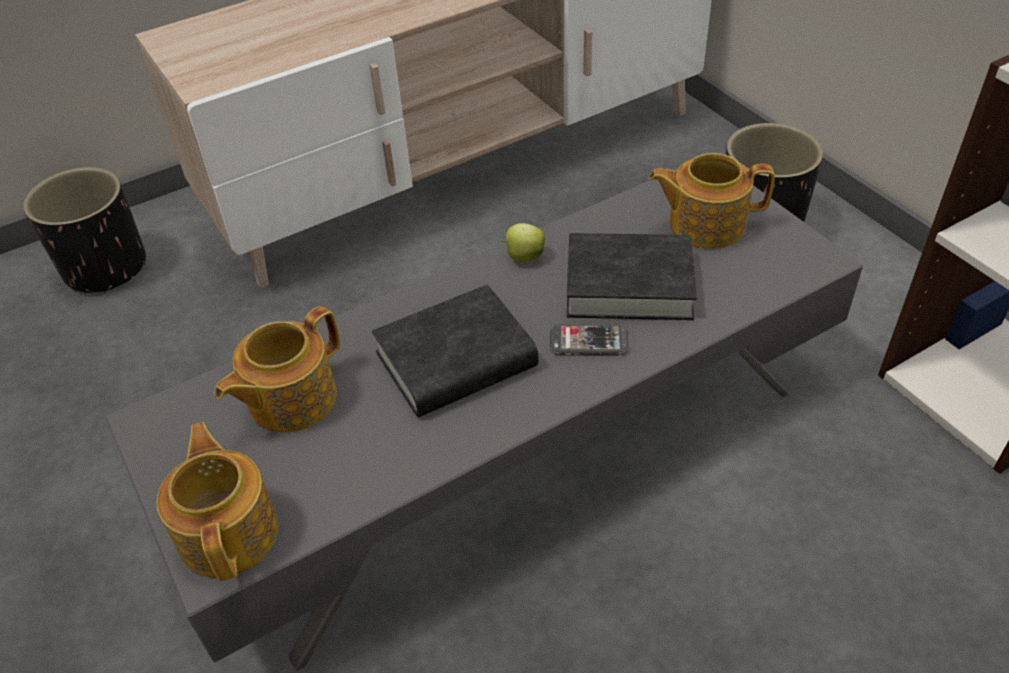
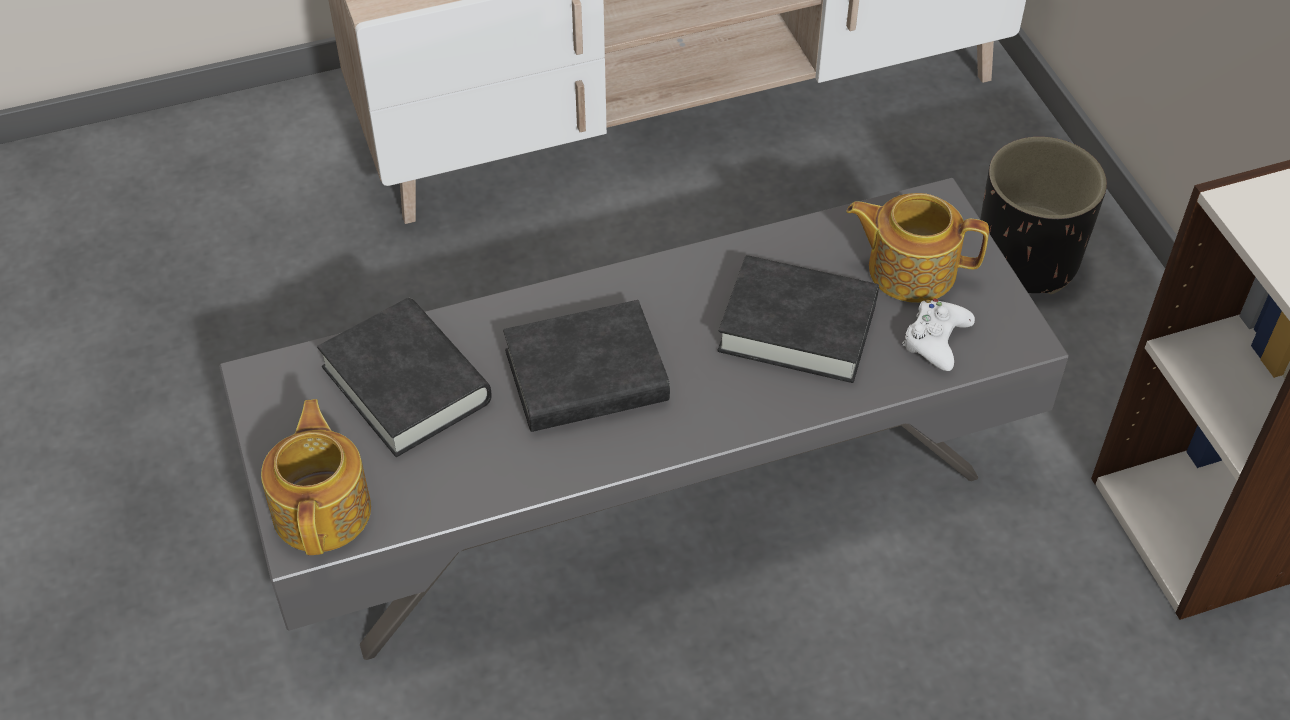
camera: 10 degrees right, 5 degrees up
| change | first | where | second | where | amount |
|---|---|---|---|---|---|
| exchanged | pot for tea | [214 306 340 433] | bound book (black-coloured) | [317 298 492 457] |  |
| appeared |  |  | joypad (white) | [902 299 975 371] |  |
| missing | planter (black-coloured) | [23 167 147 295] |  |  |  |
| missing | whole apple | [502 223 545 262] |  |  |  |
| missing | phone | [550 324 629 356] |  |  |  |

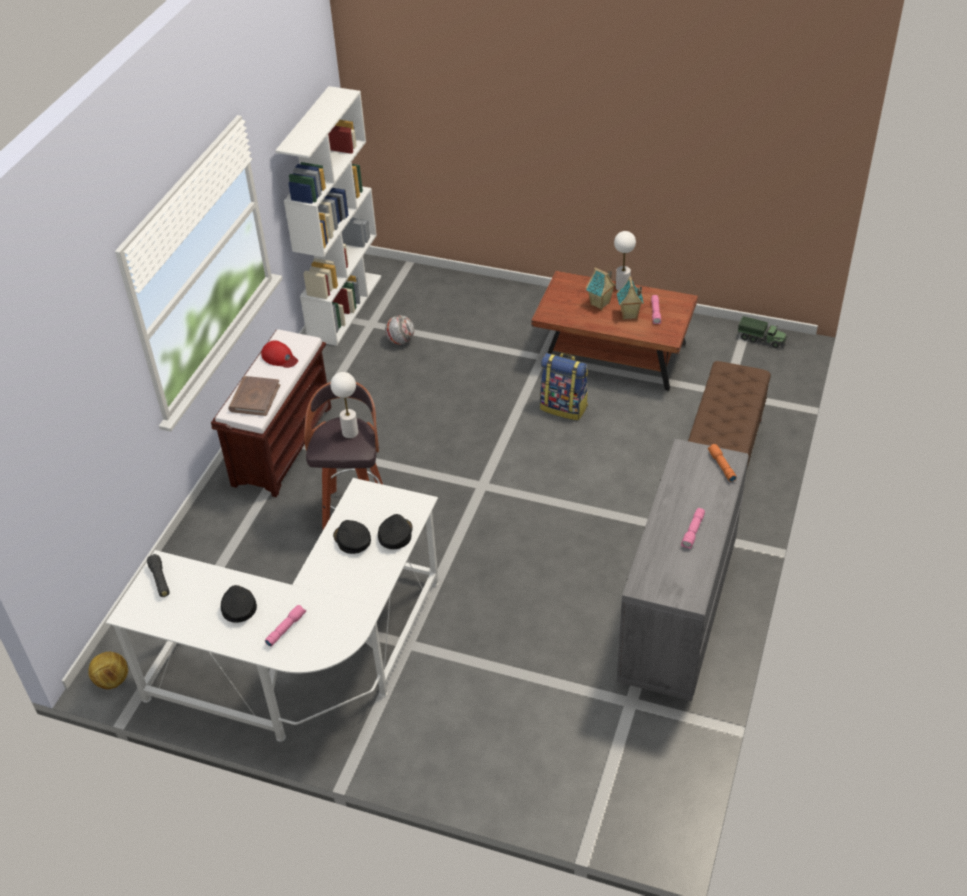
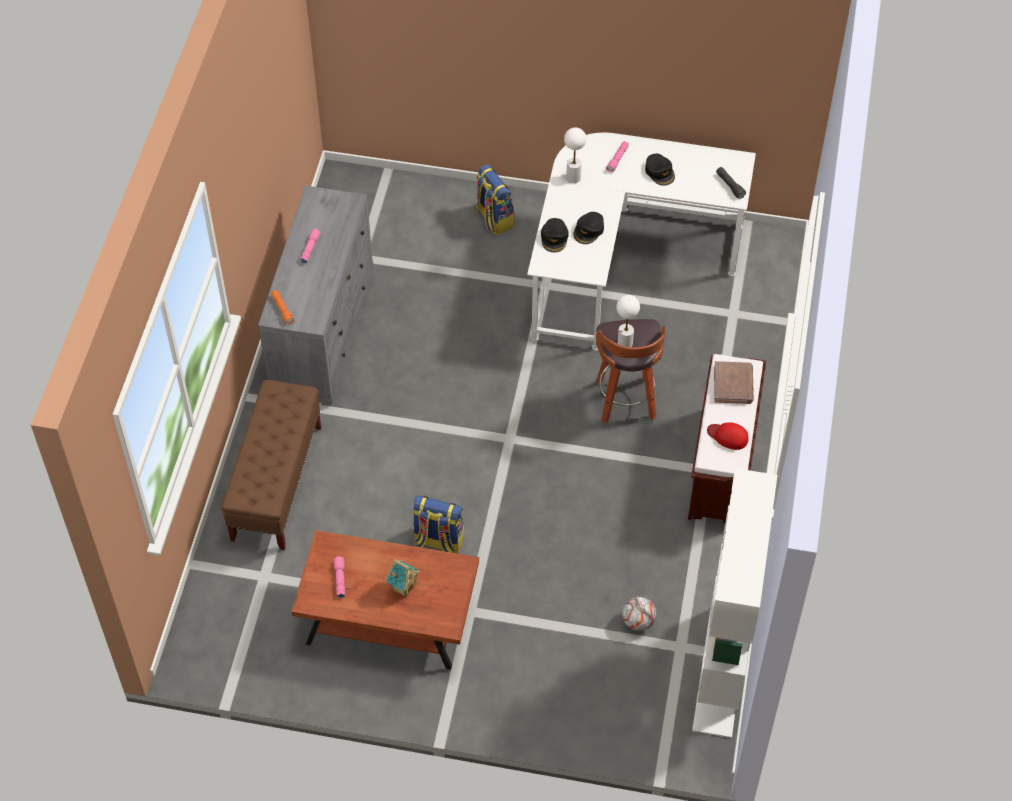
camera: 170 degrees right, 10 degrees up
| change | first | where | second | where | amount |
|---|---|---|---|---|---|
| appeared |  |  | knapsack | [475 164 514 235] |  |
| relocated | table lamp (white) | [614 231 636 291] |  | [564 127 586 183] |  |
| spun | peaked cap (black-coloured) | [333 520 371 554] |  | [573 212 604 244] | 75 degrees clockwise |
| missing | ball for football | [89 652 128 689] |  |  |  |
| missing | miniature house | [617 276 644 320] |  |  |  |
| missing | toy lorry | [738 316 788 348] |  |  |  |

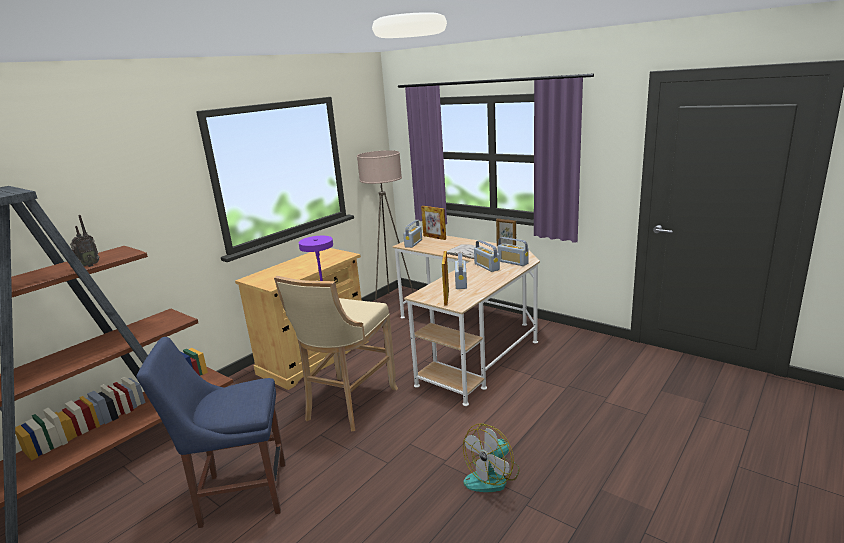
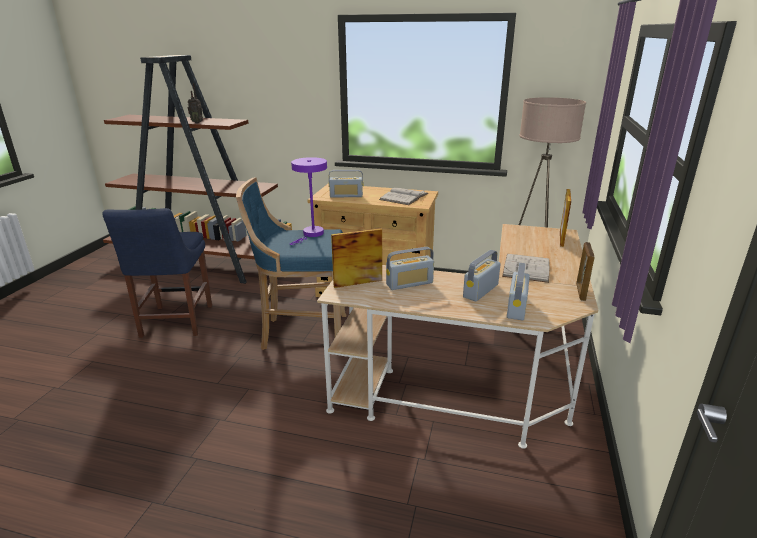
camera: 65 degrees right, 5 degrees up
| change | first | where | second | where | amount |
|---|---|---|---|---|---|
| spun | upright chair (blue-coloured) | [136 337 286 528] |  | [102 208 212 338] | 150 degrees counterclockwise |
| colour | sitting stool (beige-coloured) | [274 276 398 432] | sitting stool (blue-coloured) | [236 177 346 350] |  |
| relocated | radio | [403 220 422 248] |  | [329 170 363 198] |  |
| appeared |  |  | bound book (white) | [379 188 428 205] |  |
| missing | cooling fan | [463 423 520 492] |  |  |  |

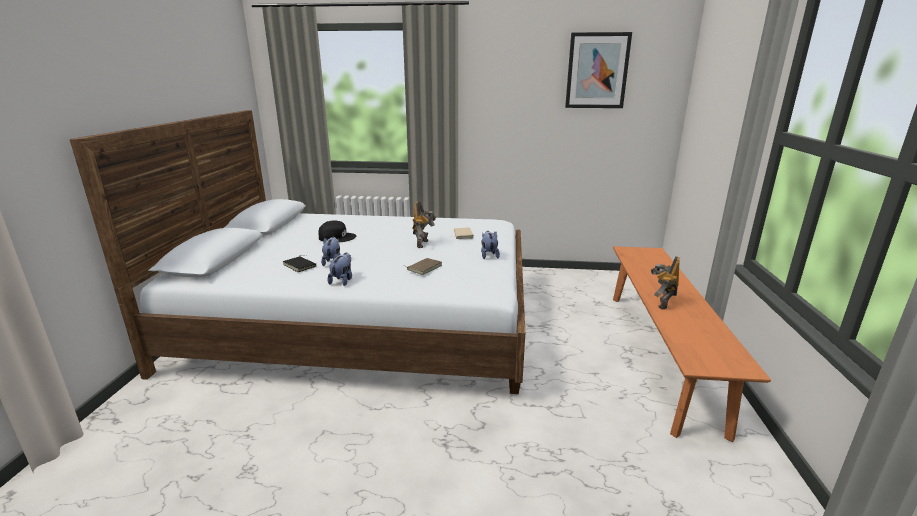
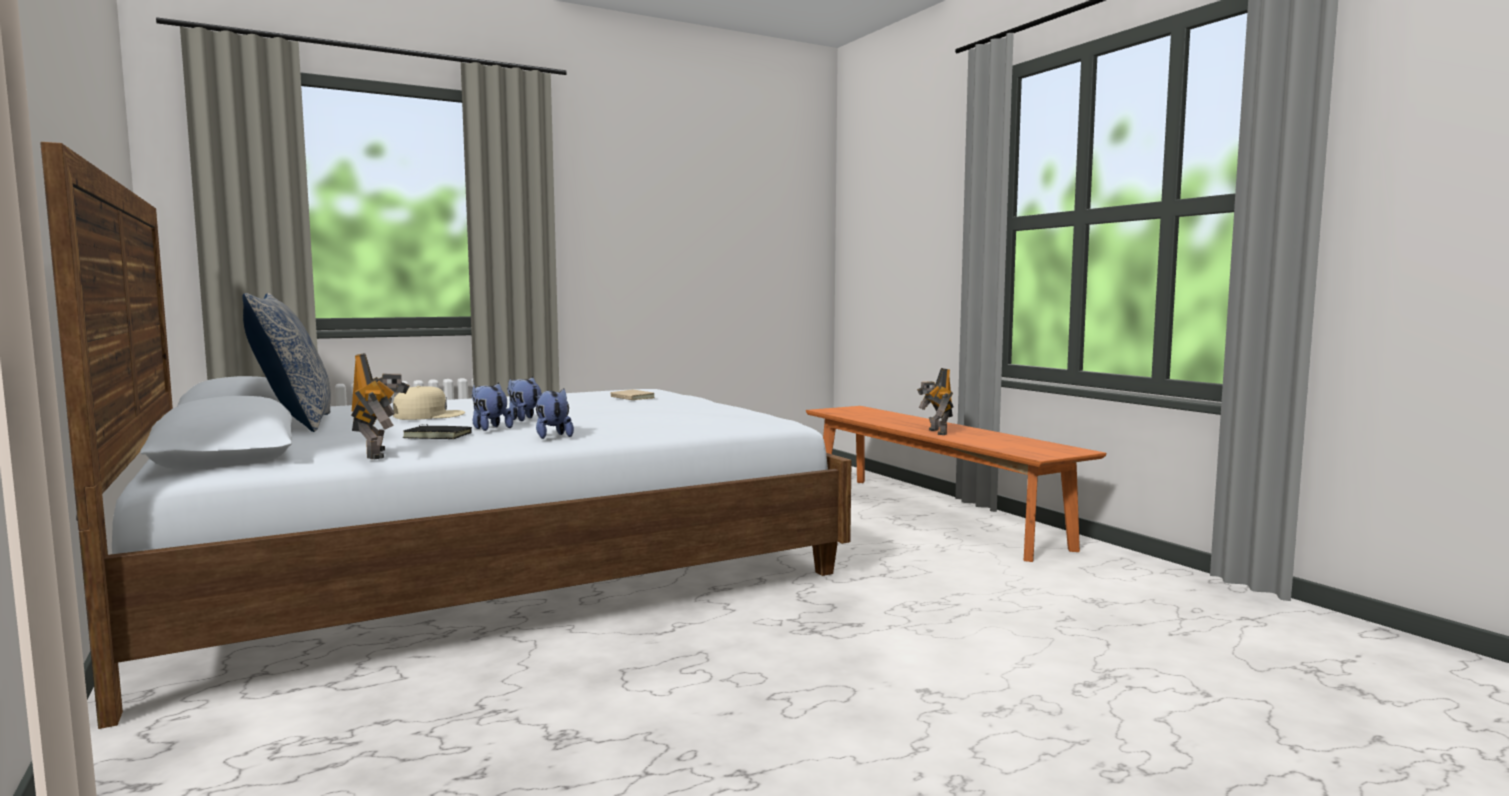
camera: 35 degrees left, 15 degrees down
| change | first | where | second | where | amount |
|---|---|---|---|---|---|
| appeared |  |  | cushion | [242 293 331 432] |  |
| relocated | toy robot | [413 201 436 248] |  | [351 353 410 459] |  |
| colour | peaked cap (black-coloured) | [318 220 356 242] | peaked cap (beige-coloured) | [393 386 465 420] |  |
| relocated | cuddly toy | [481 231 500 259] |  | [507 377 542 421] |  |
| missing | bound book (brown) | [403 258 442 275] |  |  |  |
| missing | wall picture | [565 32 632 108] |  |  |  |

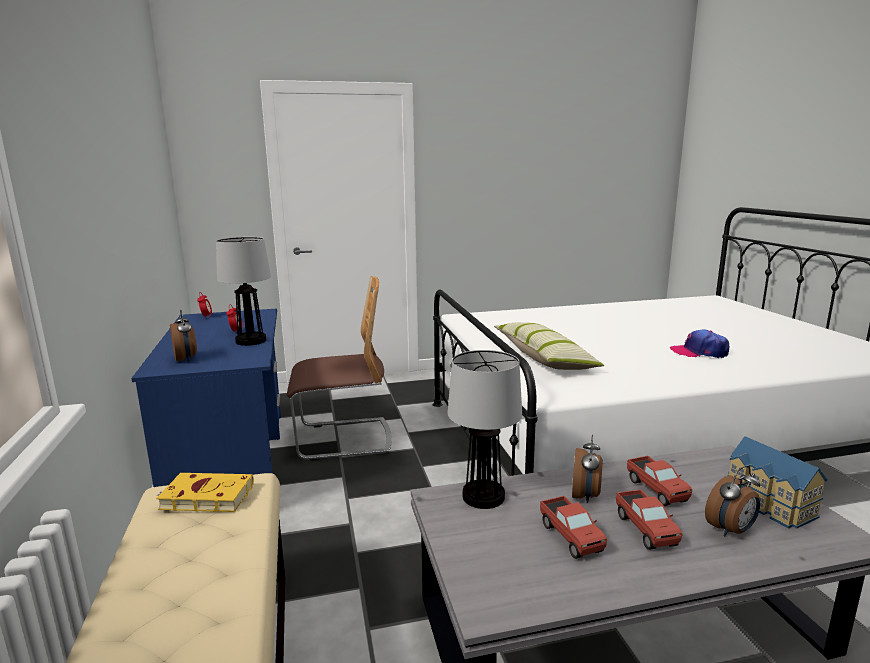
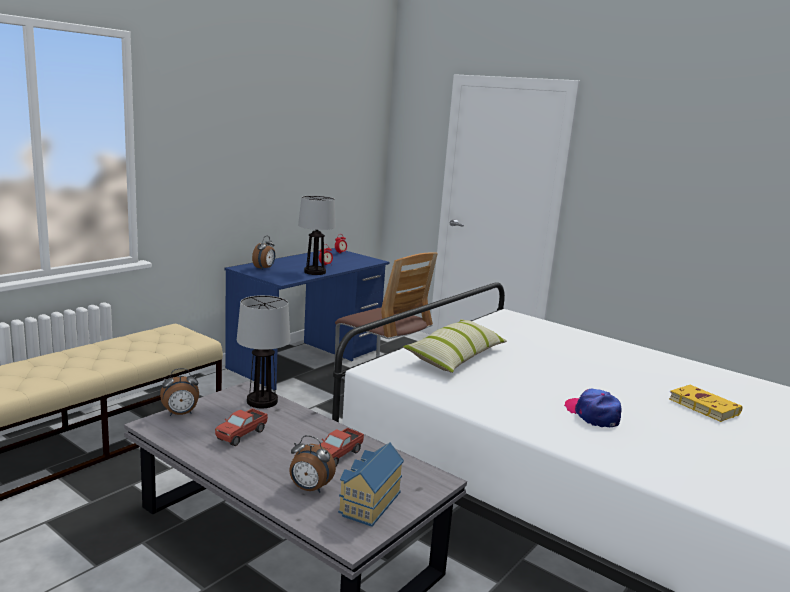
camera: 50 degrees right, 0 degrees up
| change | first | where | second | where | amount |
|---|---|---|---|---|---|
| relocated | alarm clock | [572 435 603 504] |  | [160 368 199 416] |  |
| relocated | bound book (yellowish) | [156 473 254 512] |  | [669 385 742 422] |  |
| missing | toy lorry | [616 489 682 550] |  |  |  |

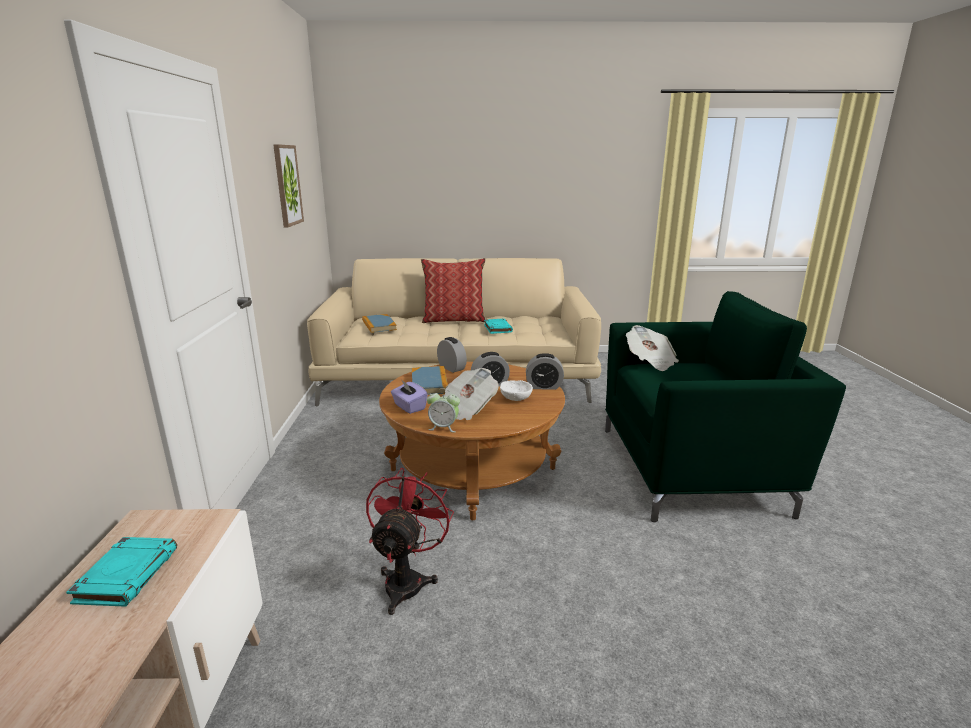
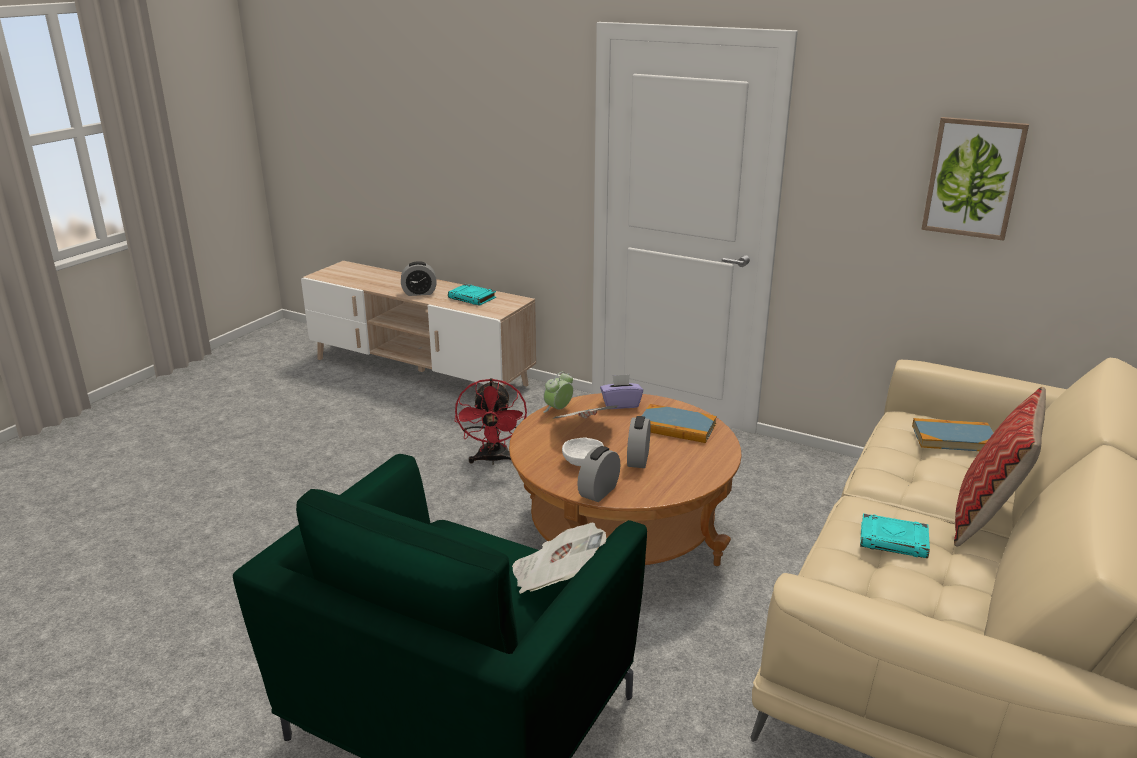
camera: 120 degrees right, 5 degrees up
| change | first | where | second | where | amount |
|---|---|---|---|---|---|
| relocated | alarm clock | [437 337 467 373] |  | [401 261 437 296] |  |
| spun | cooling fan (red) | [366 468 454 615] |  | [455 378 527 464] | 45 degrees clockwise |

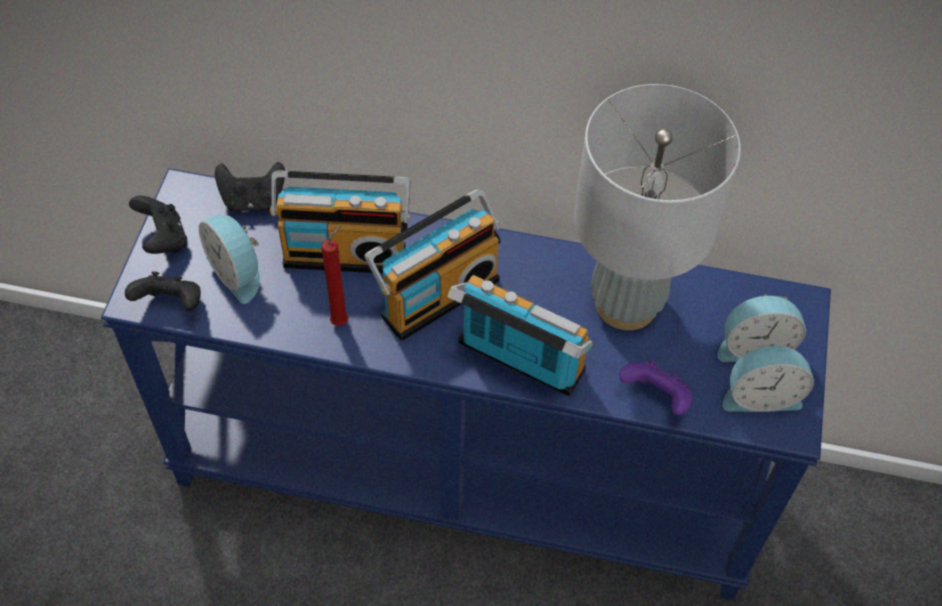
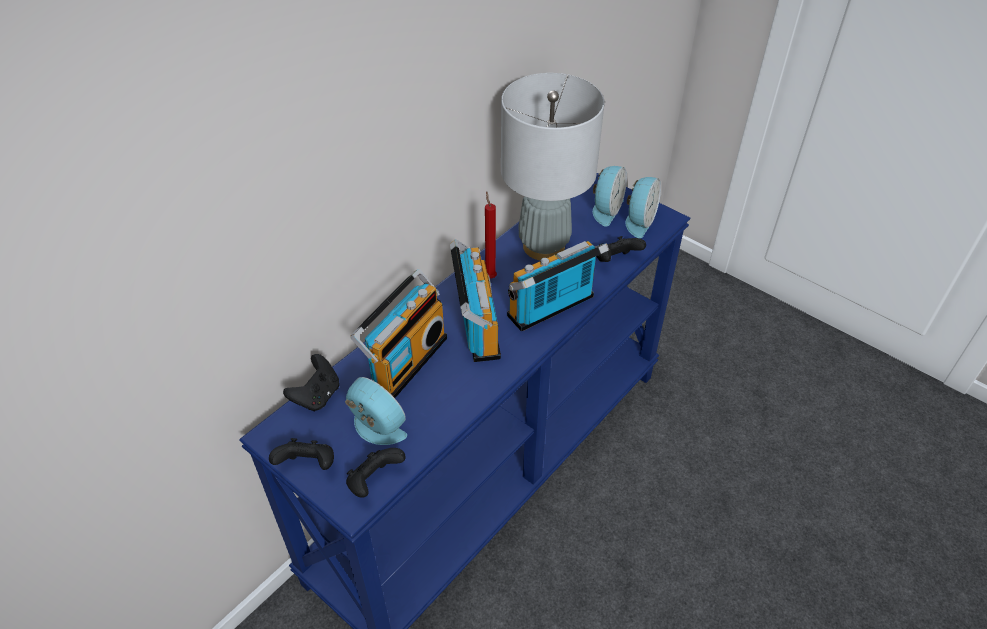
camera: 60 degrees left, 10 degrees down
| change | first | where | second | where | amount |
|---|---|---|---|---|---|
| spun | alarm clock | [199 215 260 304] |  | [345 377 407 445] | 135 degrees counterclockwise |
| relocated | wax candle (red) | [322 226 348 326] |  | [485 191 497 278] |  |
| colour | joypad (purplish) | [619 359 692 416] | joypad (black-coloured) | [596 236 646 262] |  |

